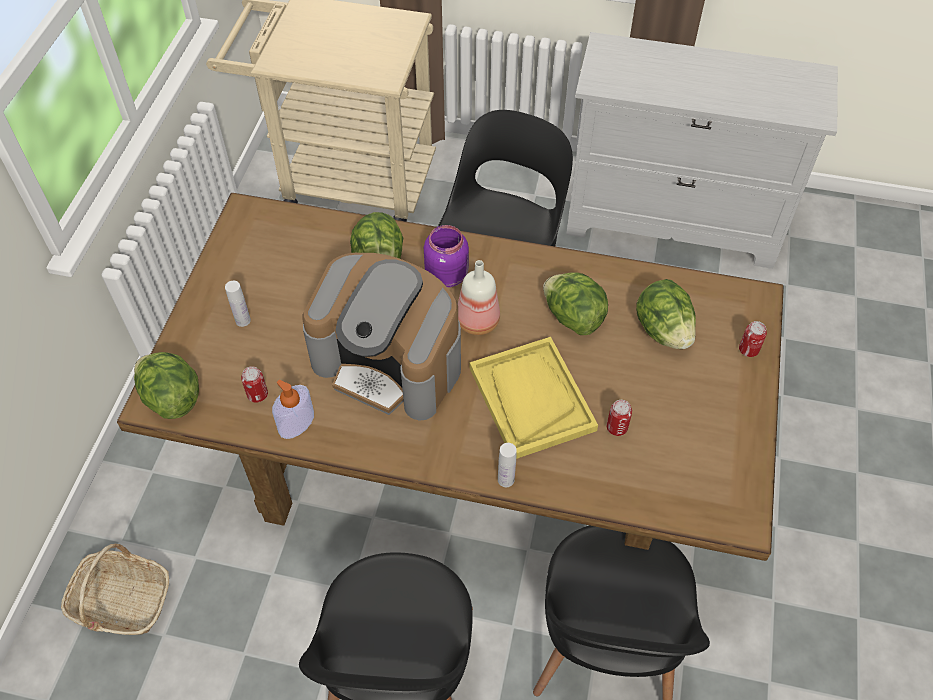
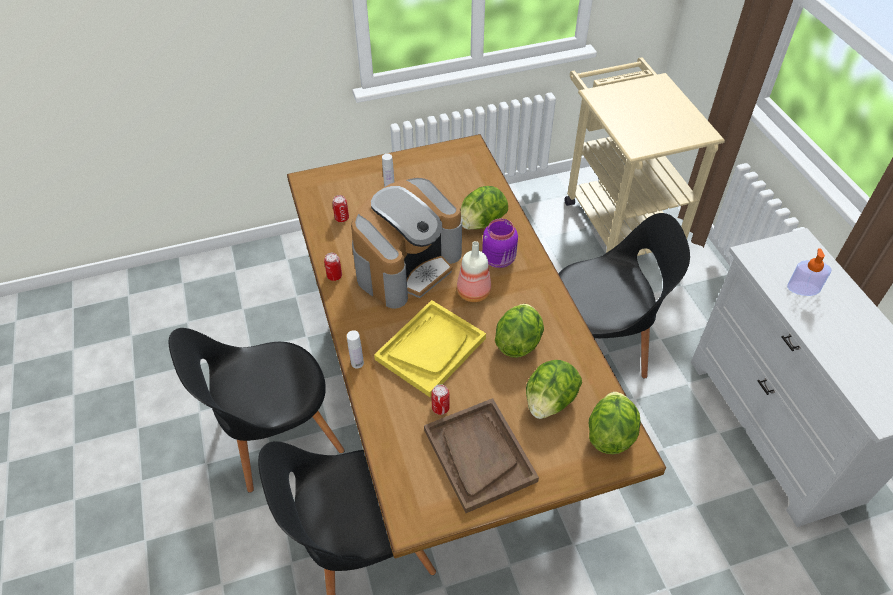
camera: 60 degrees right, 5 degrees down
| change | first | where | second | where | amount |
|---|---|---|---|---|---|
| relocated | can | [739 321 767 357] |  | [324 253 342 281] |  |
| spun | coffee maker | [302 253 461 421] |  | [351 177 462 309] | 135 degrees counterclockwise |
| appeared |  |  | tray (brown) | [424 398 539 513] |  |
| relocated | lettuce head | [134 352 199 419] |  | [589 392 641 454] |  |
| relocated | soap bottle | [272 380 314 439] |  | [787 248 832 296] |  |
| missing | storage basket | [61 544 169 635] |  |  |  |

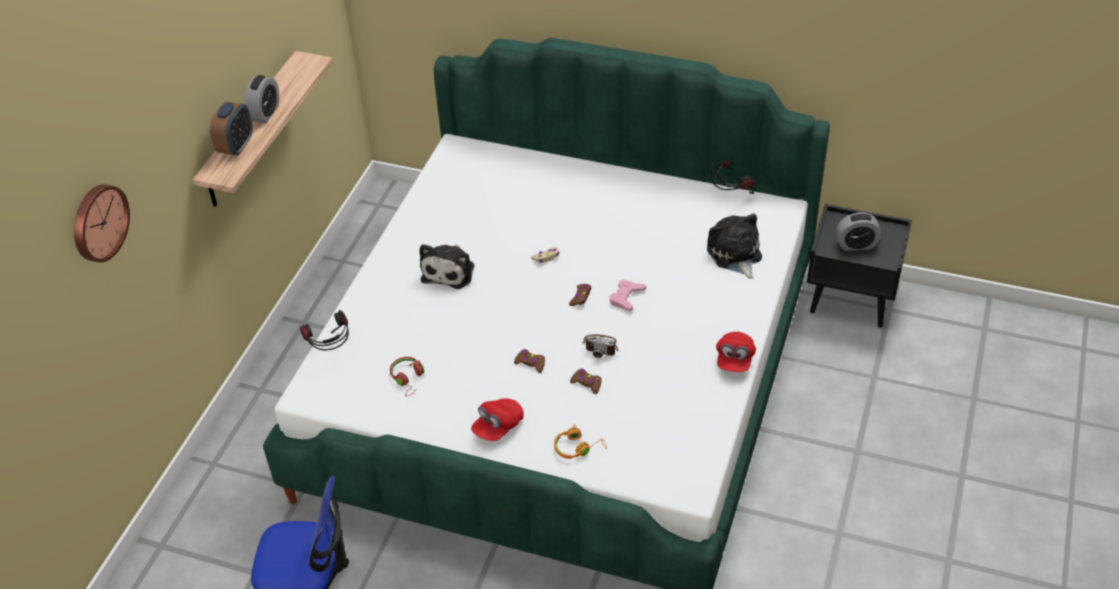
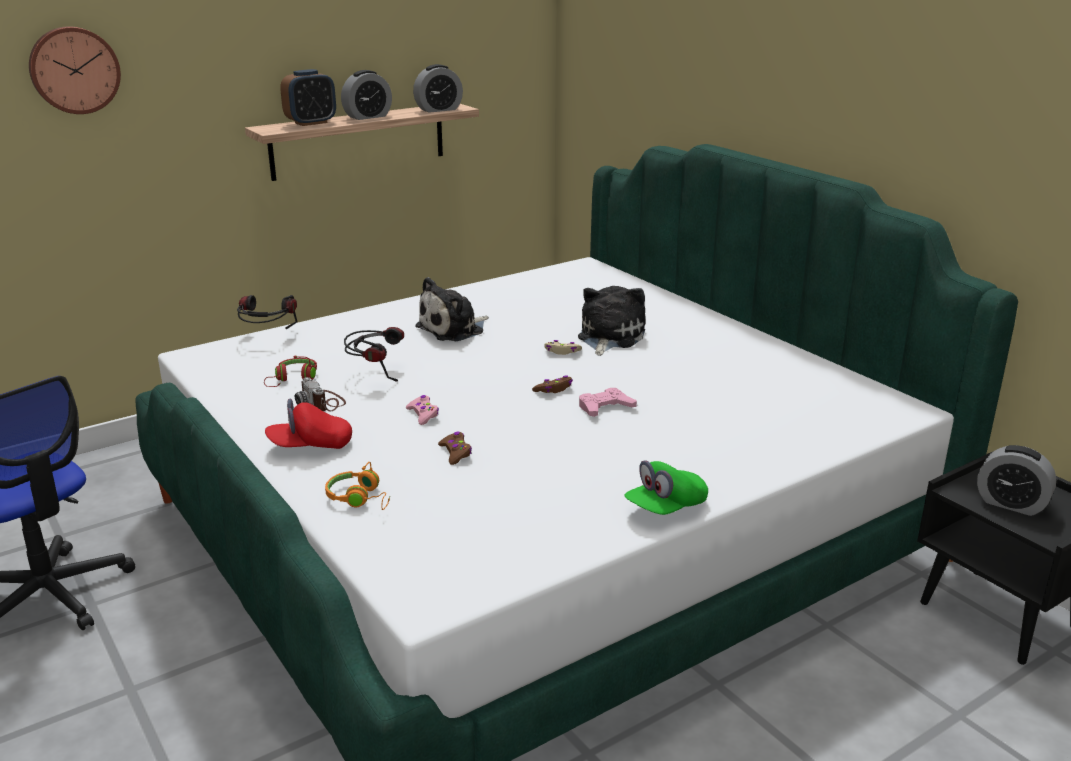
camera: 35 degrees right, 20 degrees down
| change | first | where | second | where | amount |
|---|---|---|---|---|---|
| relocated | still camera | [583 334 619 358] |  | [295 377 346 412] |  |
| relocated | headphones | [711 161 755 194] |  | [344 327 404 382] |  |
| colour | joypad (brown) | [514 349 545 373] | joypad (pink) | [406 395 439 425] |  |
| appeared |  |  | alarm clock | [413 64 463 113] |  |
| relocated | cuddly toy | [707 213 762 279] |  | [578 286 646 356] |  |
| colour | peaked cap (red) | [716 332 756 372] | peaked cap (green) | [625 460 708 515] |  |

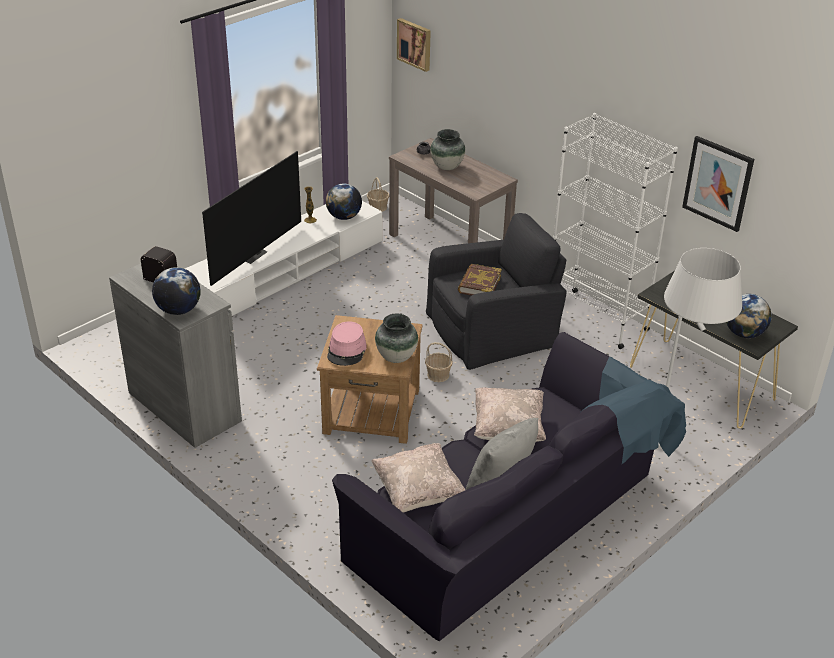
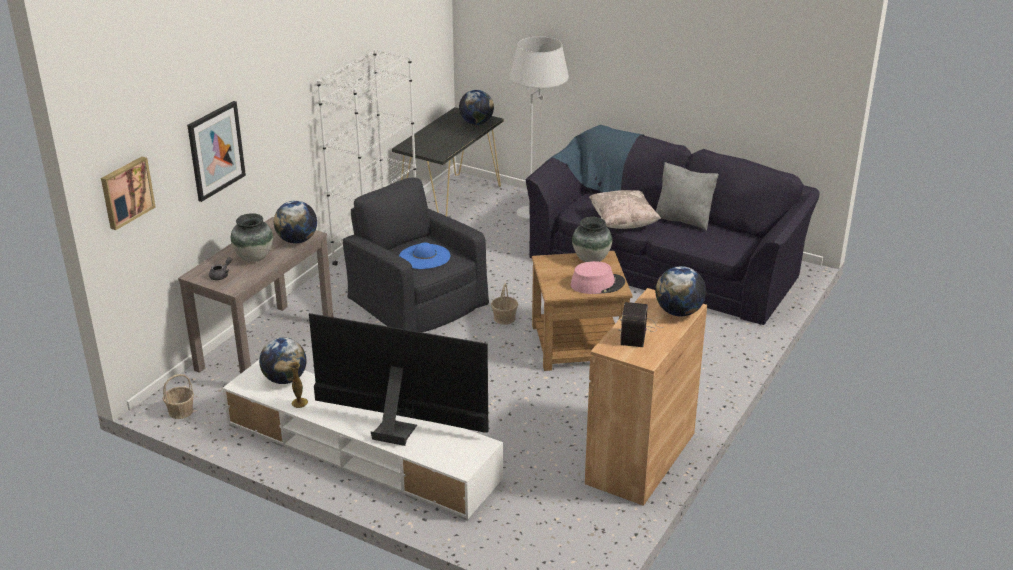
camera: 105 degrees left, 5 degrees down
| change | first | where | second | where | amount |
|---|---|---|---|---|---|
| relocated | wall picture | [682 136 754 232] |  | [187 101 246 202] |  |
| appeared |  |  | desk globe | [274 201 317 244] |  |
| exchanged | bound book | [458 264 502 296] | hat (blue-coloured) | [399 242 450 269] |  |
| colour | cabinet (greyish) | [109 263 242 448] | cabinet (brown) | [585 288 707 506] |  |
| missing | cushion (beige-coloured) | [371 443 465 513] |  |  |  |

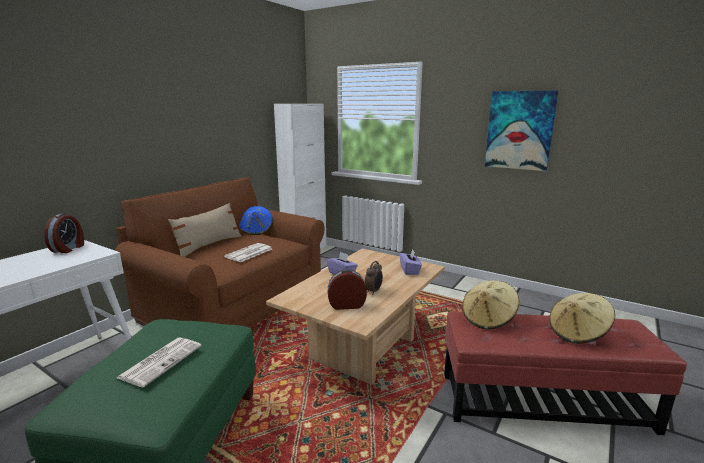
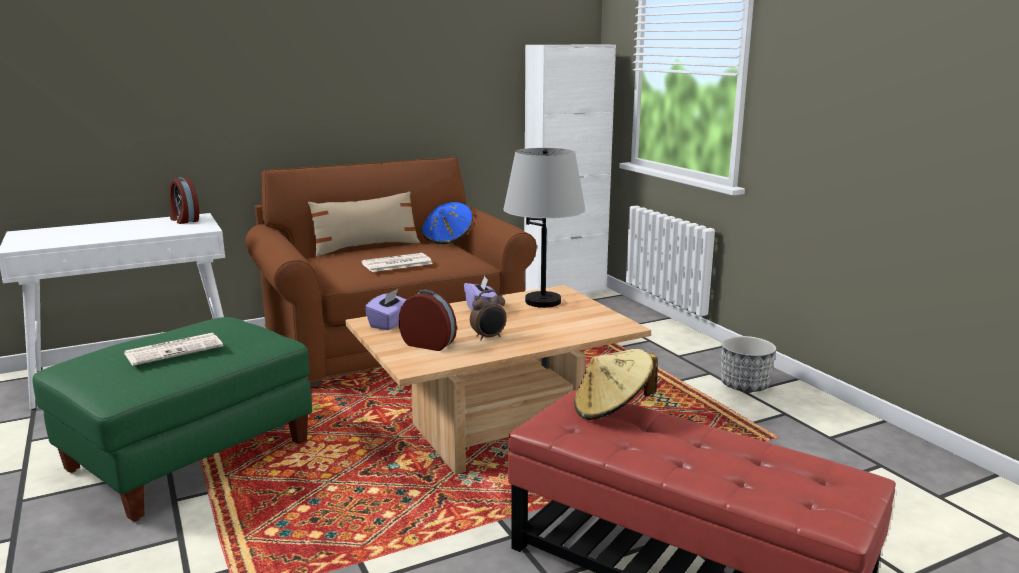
camera: 30 degrees right, 0 degrees up
| change | first | where | second | where | amount |
|---|---|---|---|---|---|
| spun | alarm clock | [44 214 84 253] |  | [170 177 199 224] | 105 degrees clockwise |
| relocated | box of tissues (purplish) | [400 250 422 275] |  | [365 289 406 330] |  |
| appeared |  |  | table lamp (greyish) | [503 148 586 308] |  |
| appeared |  |  | planter | [721 336 776 392] |  |
| missing | wall picture | [485 90 559 171] |  |  |  |
| missing | hat (beige-coloured) | [549 293 615 344] |  |  |  |

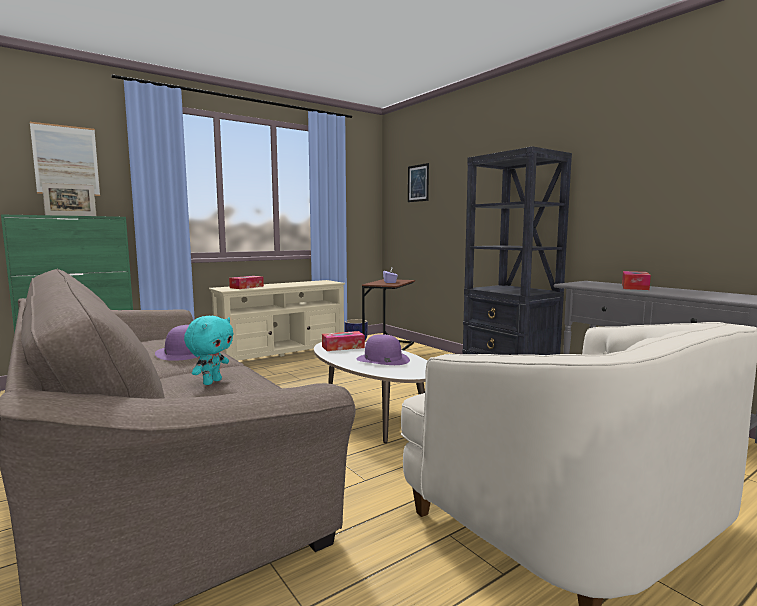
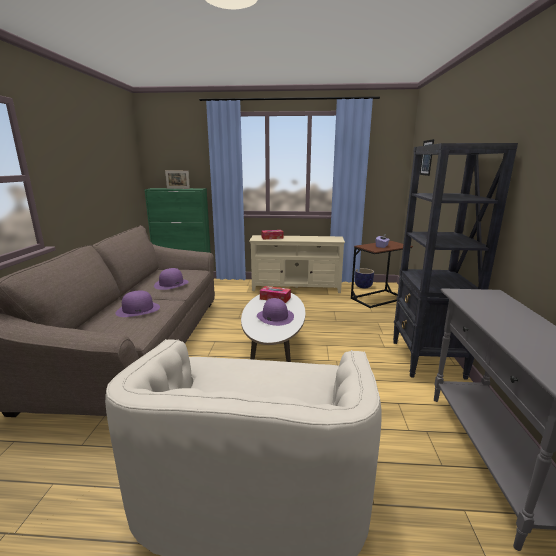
camera: 40 degrees right, 10 degrees up
| change | first | where | second | where | amount |
|---|---|---|---|---|---|
| exchanged | cuddly toy (turquoise-coloured) | [184 316 234 385] | hat (purplish) | [116 291 160 317] |  |
| missing | wall picture | [30 122 100 196] |  |  |  |
| missing | box of tissues | [622 271 651 290] |  |  |  |

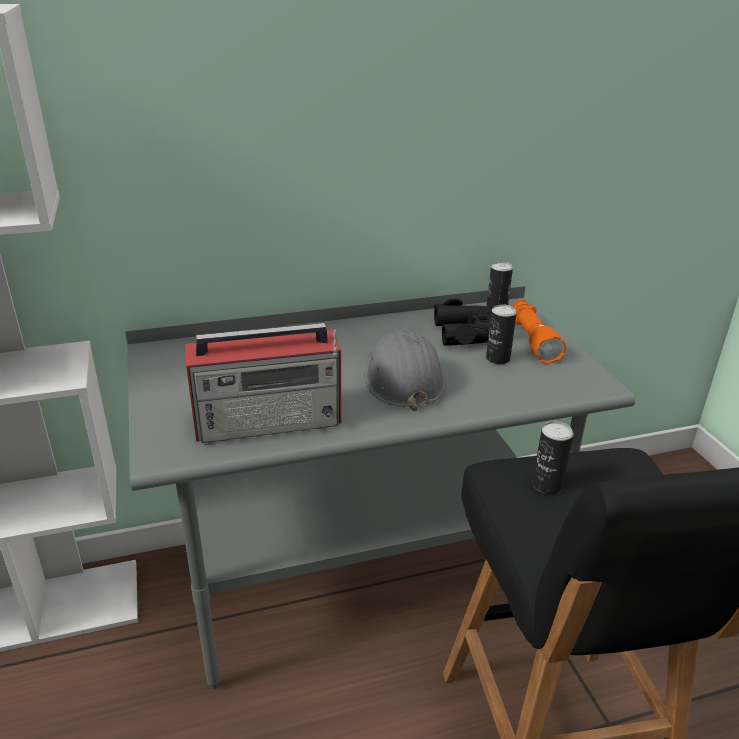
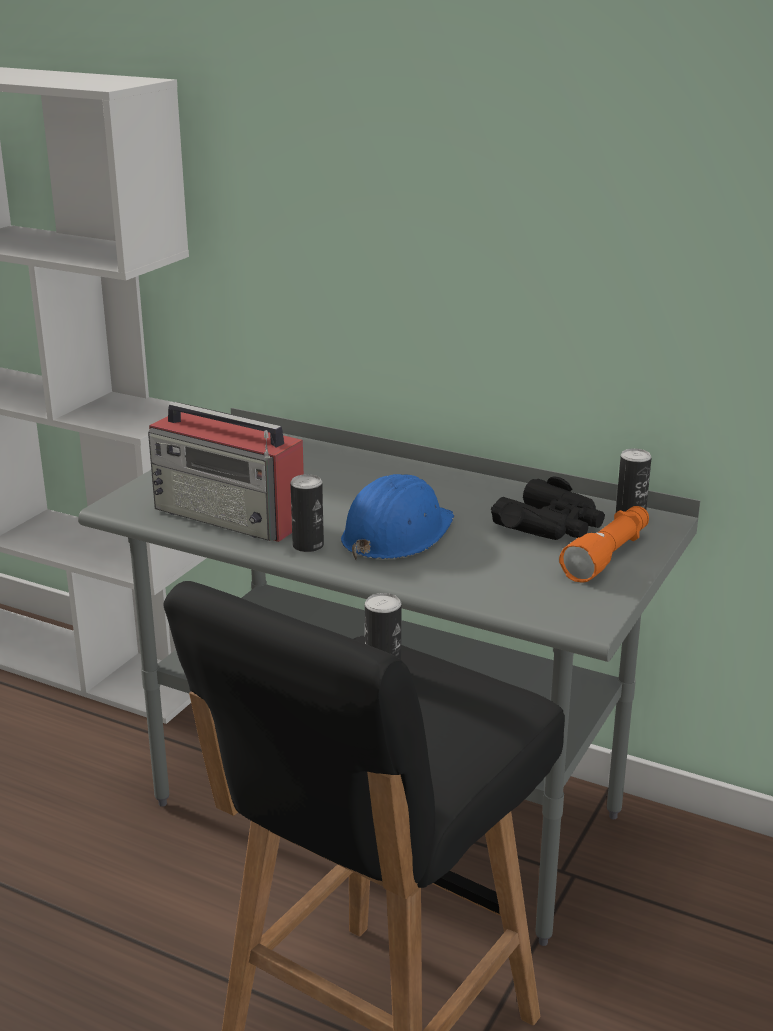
camera: 45 degrees right, 5 degrees down
| change | first | where | second | where | amount |
|---|---|---|---|---|---|
| relocated | can | [486 304 517 364] |  | [290 474 324 552] |  |
| colour | hard hat (greyish) | [364 330 446 411] | hard hat (blue-coloured) | [341 474 454 560] |  |

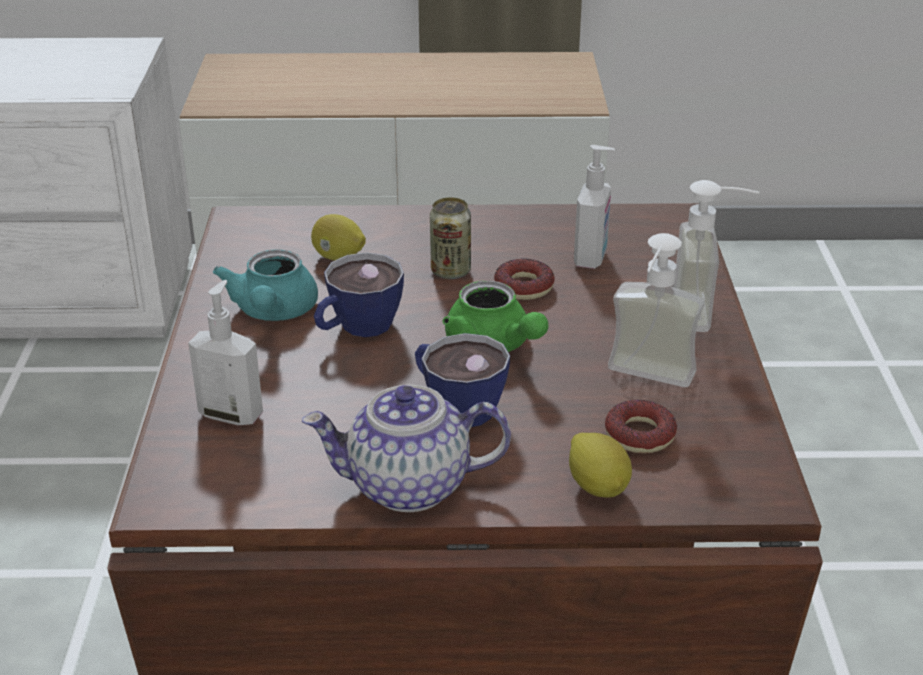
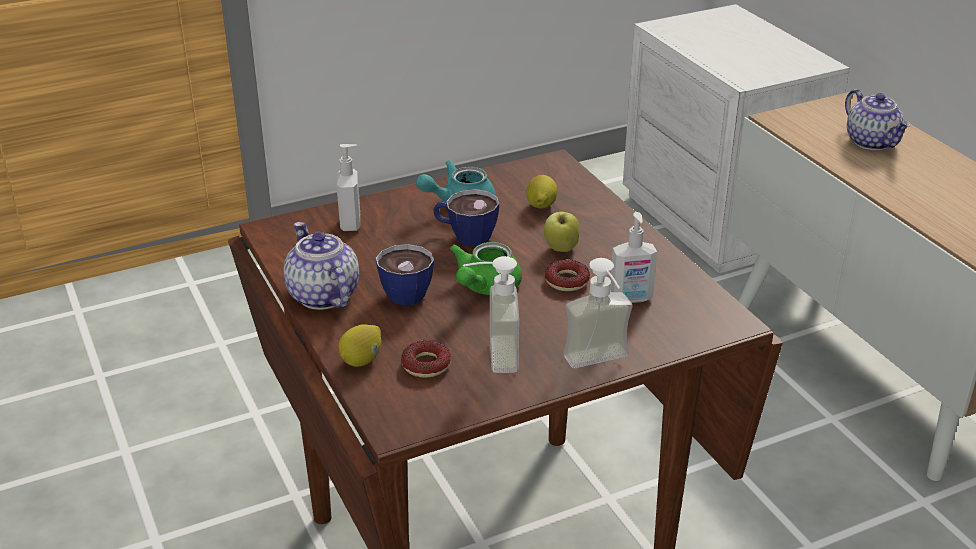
camera: 65 degrees right, 0 degrees up
| change | first | where | second | where | amount |
|---|---|---|---|---|---|
| exchanged | can | [430 197 471 279] | whole apple | [544 208 579 252] |  |
| appeared |  |  | pot for tea | [845 89 911 150] |  |

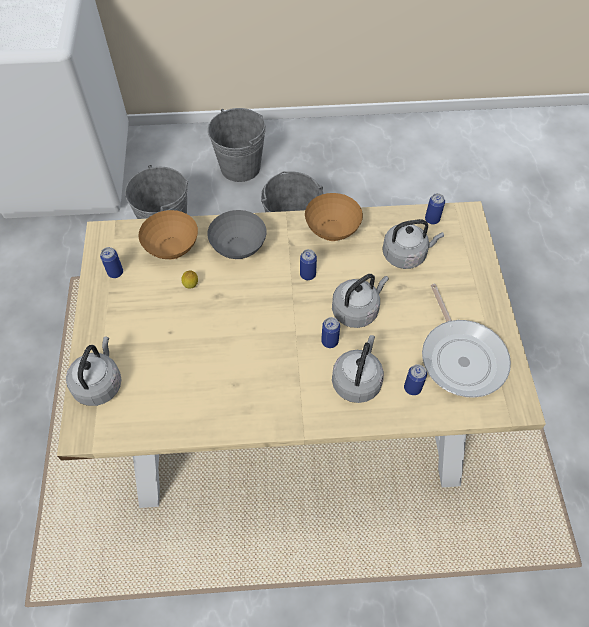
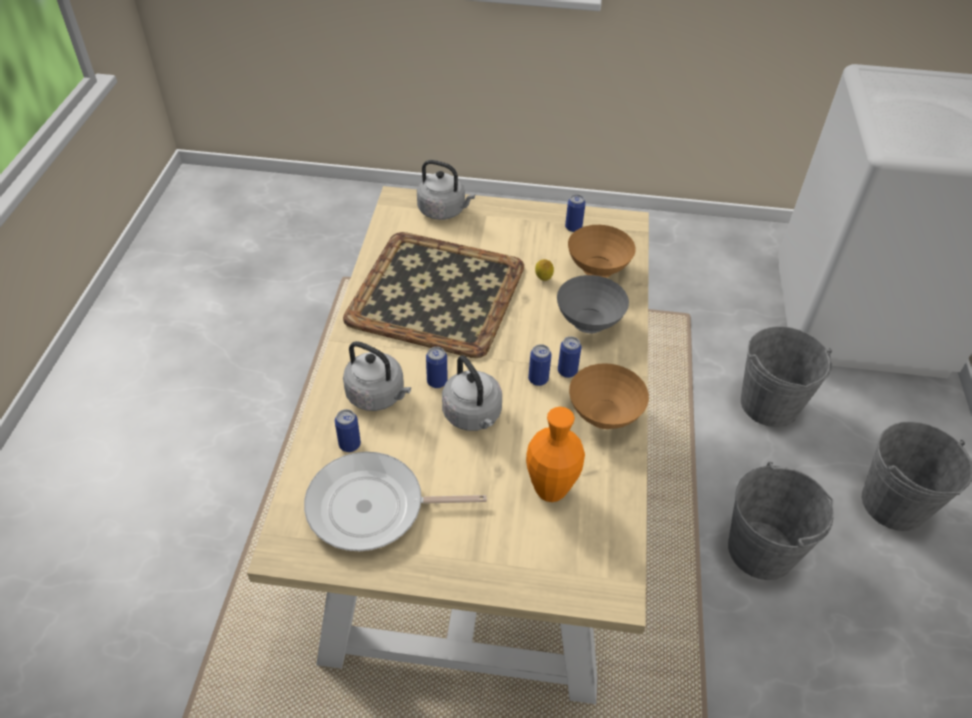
camera: 100 degrees right, 10 degrees down
| change | first | where | second | where | amount |
|---|---|---|---|---|---|
| appeared |  |  | tray | [343 232 524 358] |  |
| exchanged | kettle (greyish) | [382 219 444 269] | vase (orangey) | [526 407 585 502] |  |
| relocated | can | [425 193 445 224] |  | [558 336 581 378] |  |

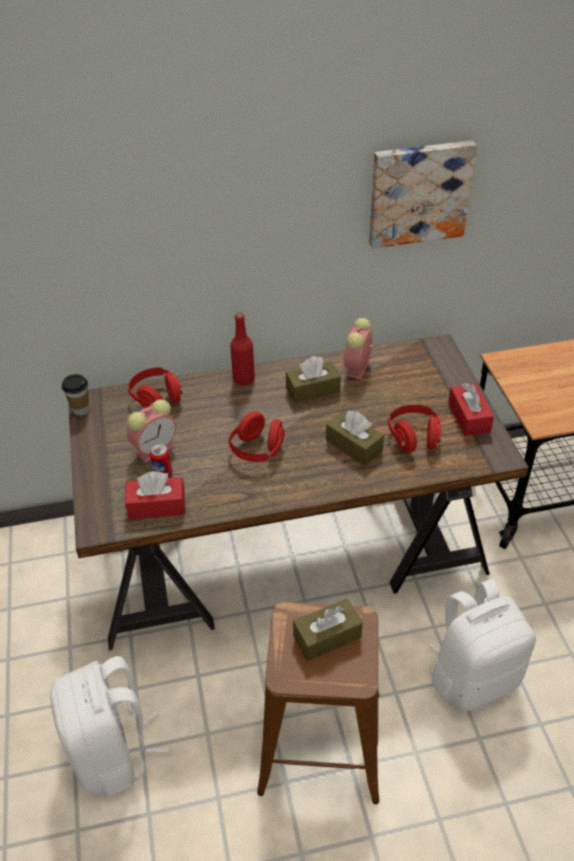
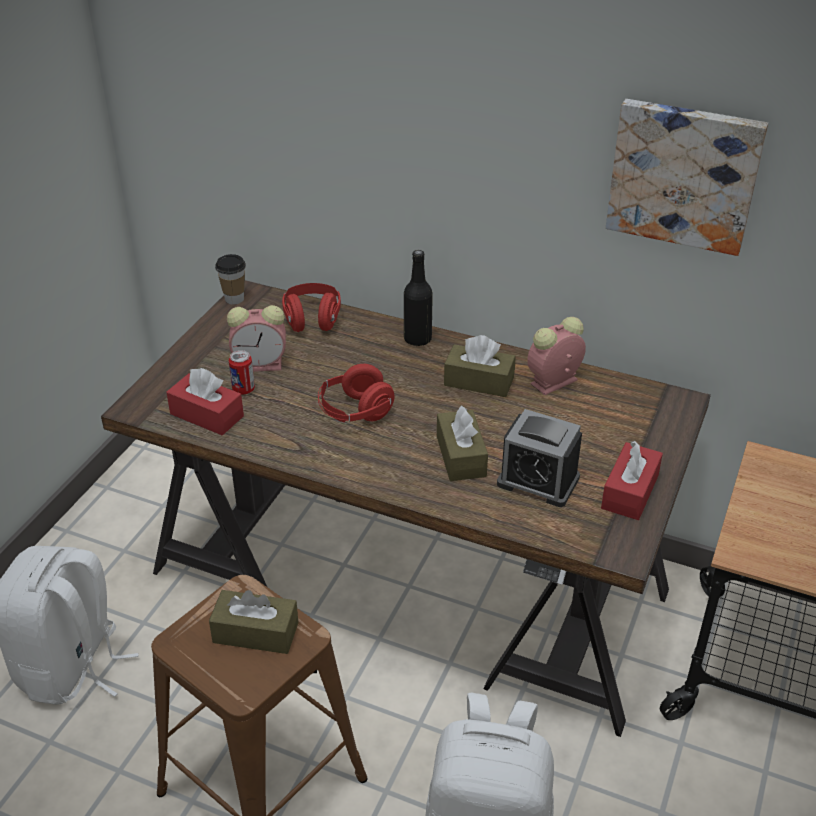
camera: 35 degrees right, 5 degrees down
| change | first | where | second | where | amount |
|---|---|---|---|---|---|
| colour | drink bottle (red) | [230 313 255 386] | drink bottle (black-coloured) | [404 250 433 346] |  |
| exchanged | headphones (red) | [388 405 441 453] | alarm clock | [497 409 582 507] |  |

